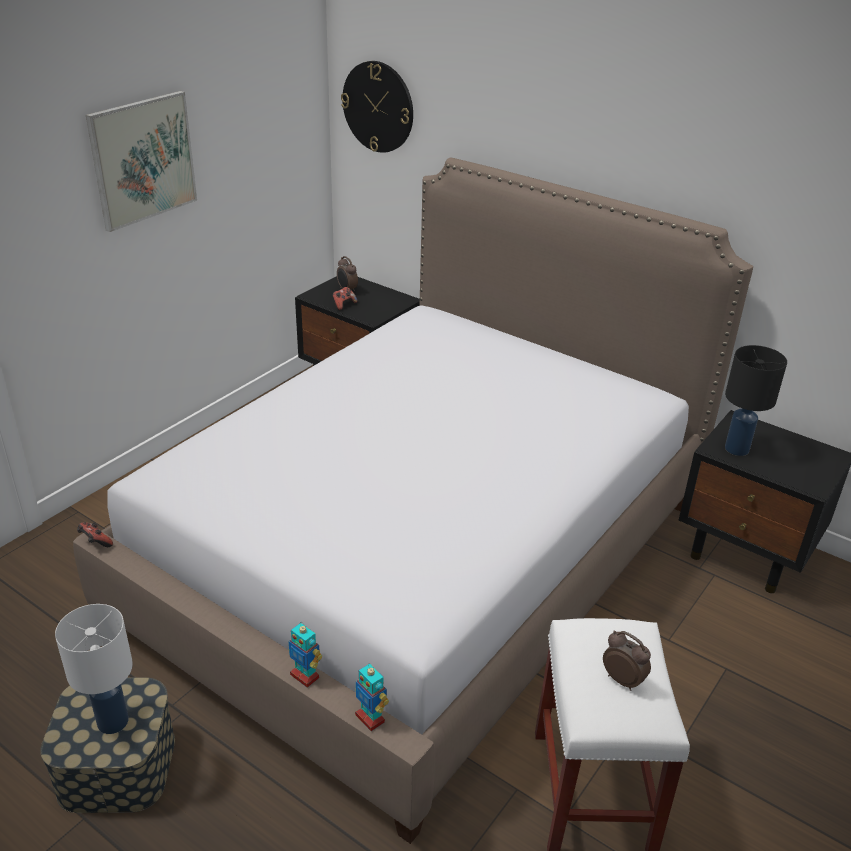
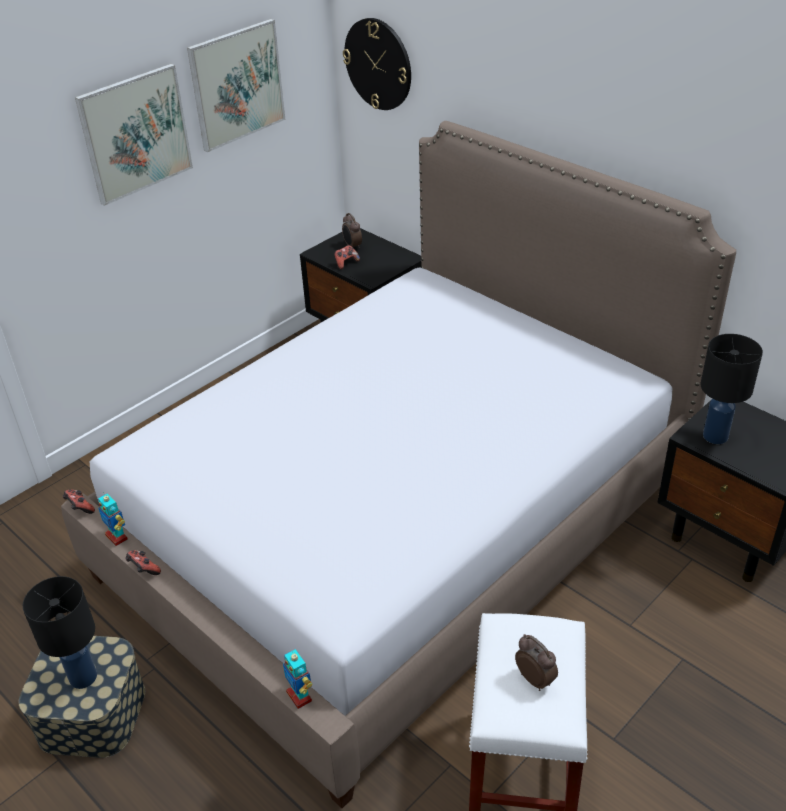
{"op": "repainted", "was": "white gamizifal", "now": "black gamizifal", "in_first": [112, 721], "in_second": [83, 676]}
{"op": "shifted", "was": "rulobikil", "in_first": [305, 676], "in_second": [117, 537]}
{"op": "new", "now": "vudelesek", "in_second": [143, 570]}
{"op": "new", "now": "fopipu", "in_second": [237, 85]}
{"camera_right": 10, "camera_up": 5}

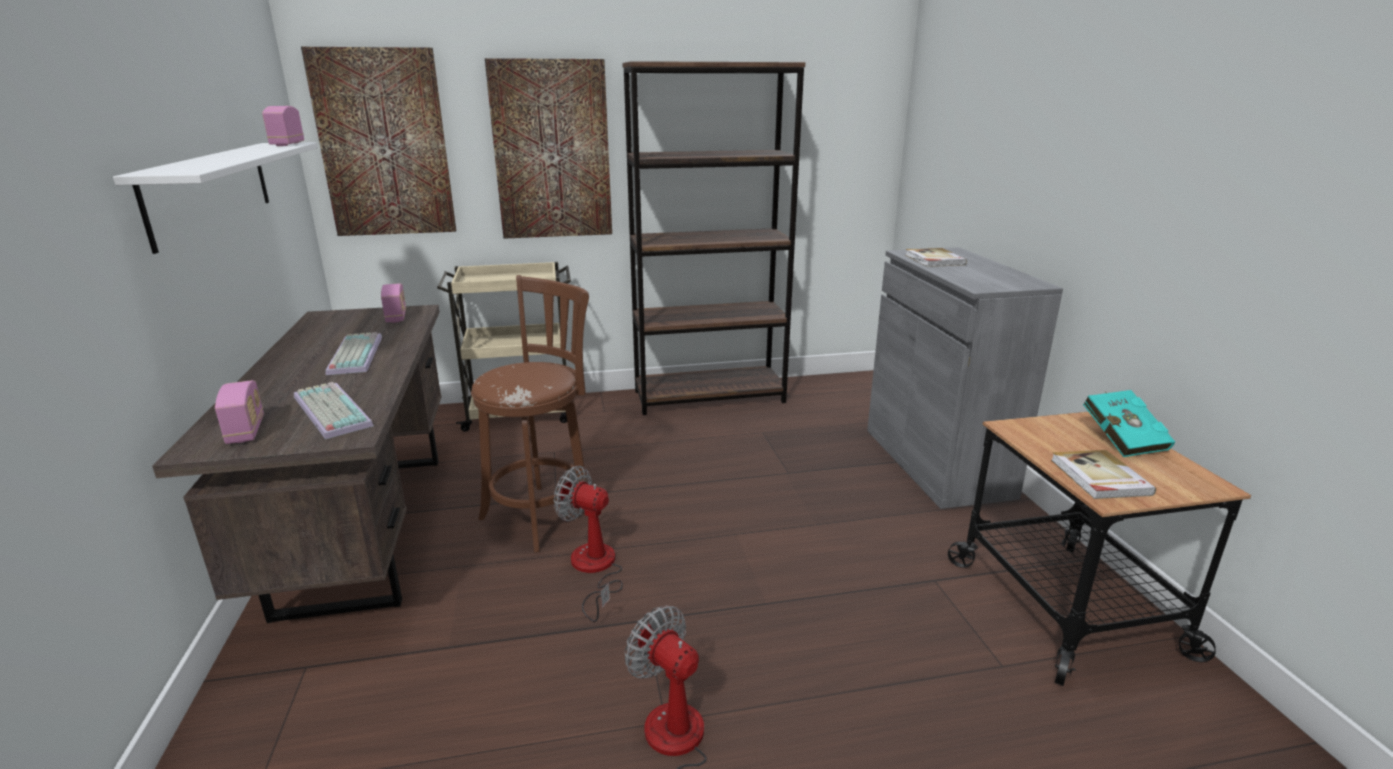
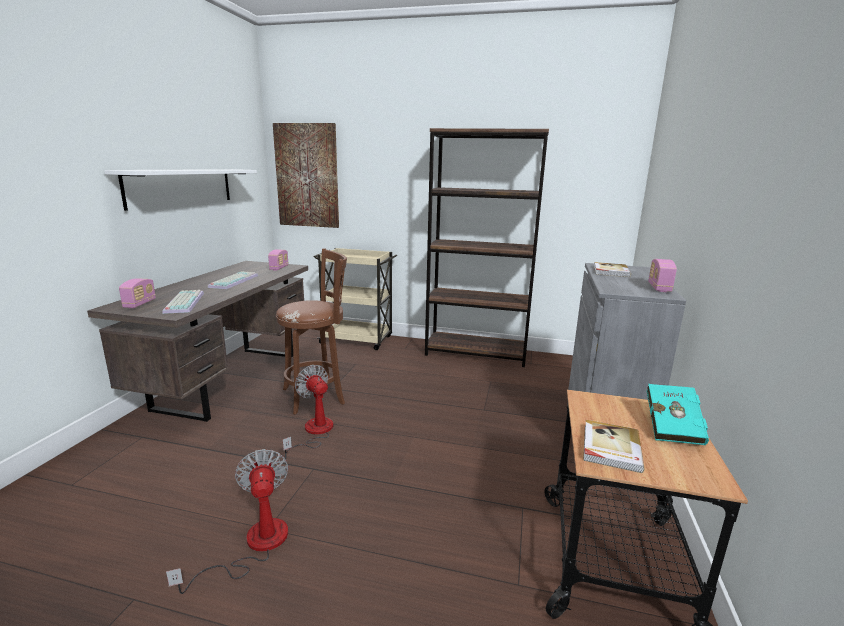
{"op": "shifted", "was": "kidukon", "in_first": [287, 144], "in_second": [659, 288]}
{"op": "gone", "was": "fopipu", "in_first": [552, 151]}
{"camera_right": 25, "camera_up": -5}

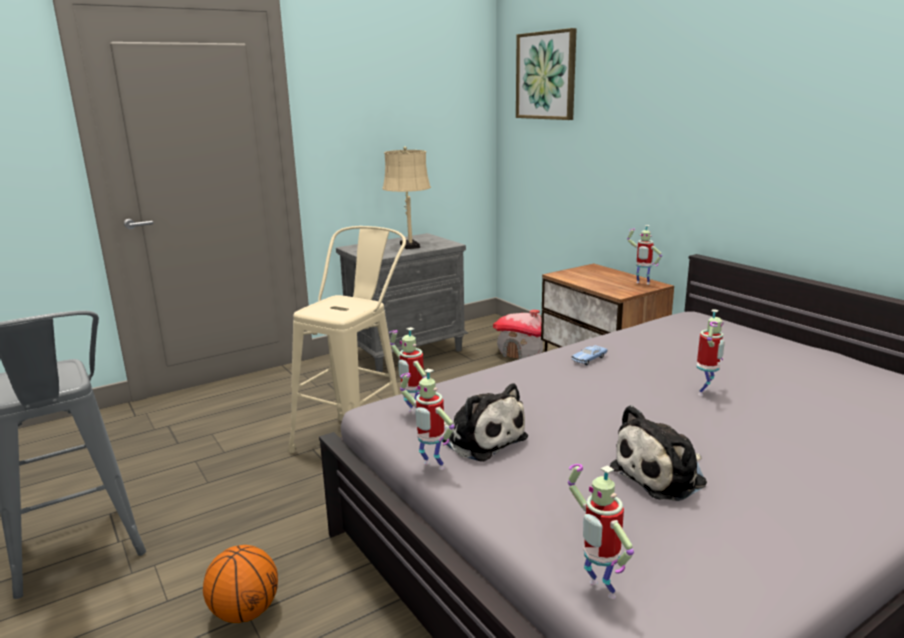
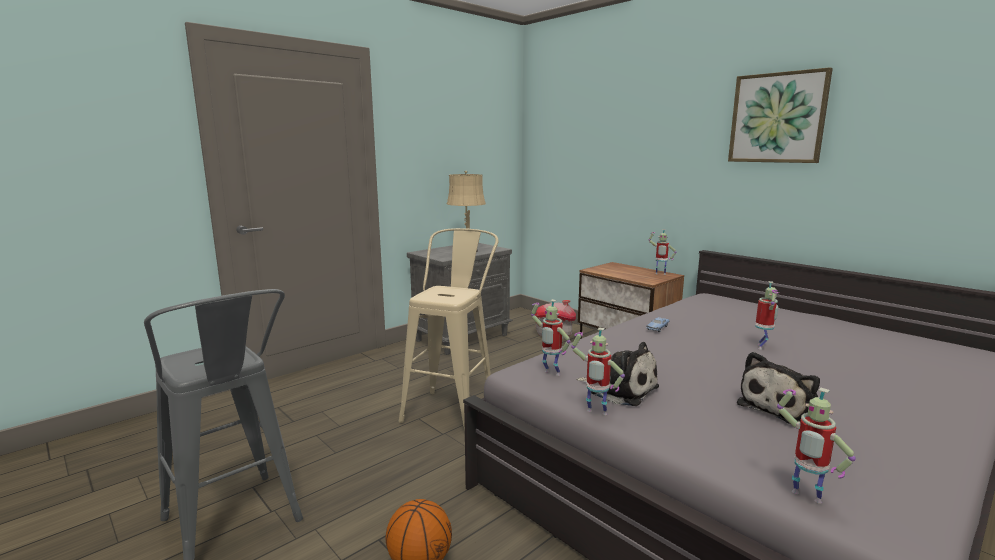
{"op": "shifted", "was": "fopipu", "in_first": [546, 75], "in_second": [777, 118]}
{"camera_right": -10, "camera_up": -5}

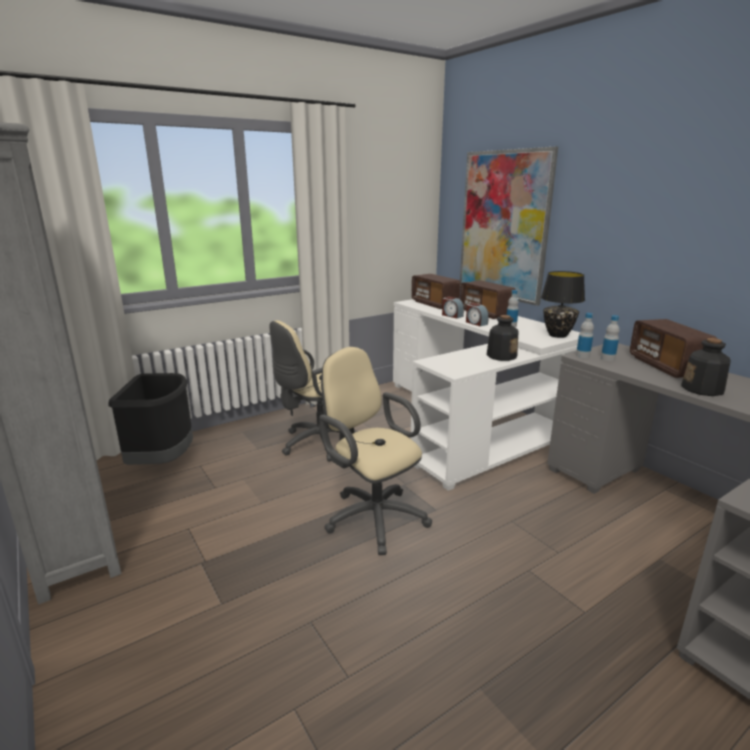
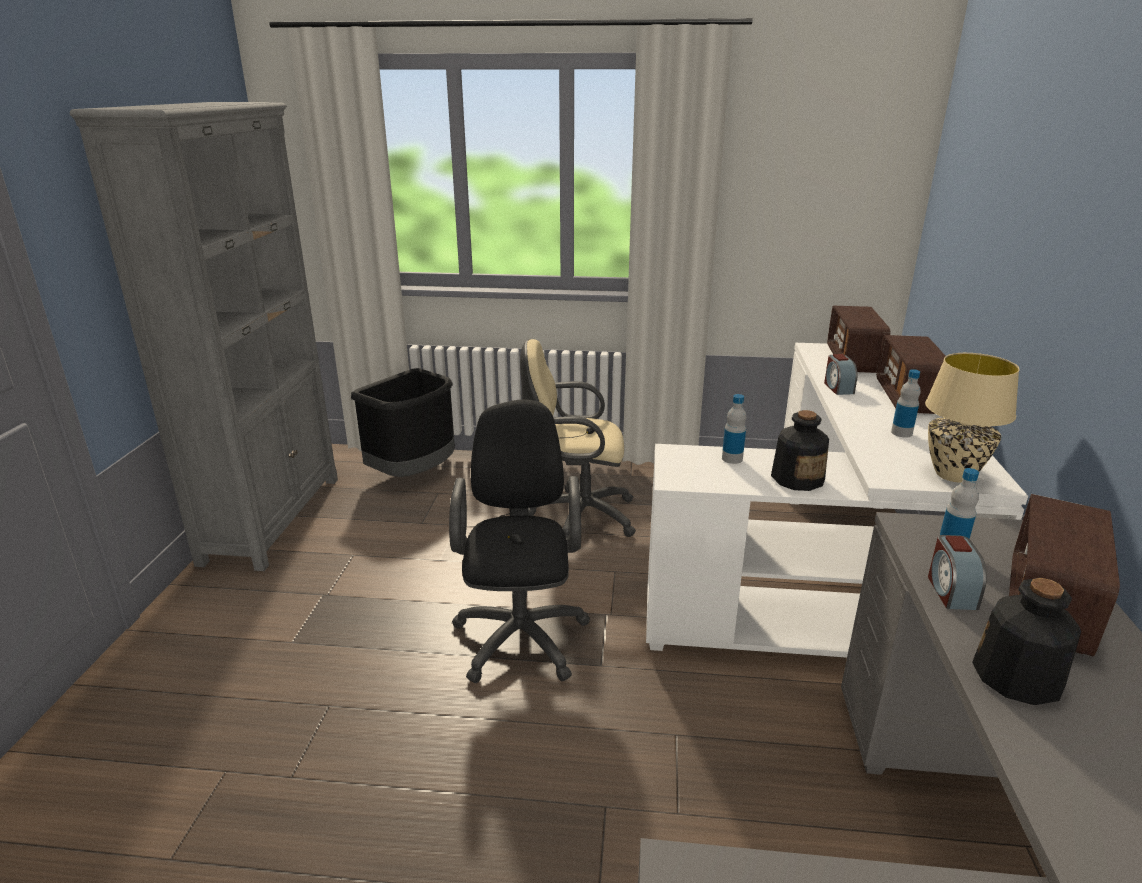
{"op": "repainted", "was": "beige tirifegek", "now": "black tirifegek", "in_first": [372, 516], "in_second": [521, 632]}
{"op": "gone", "was": "fopipu", "in_first": [503, 226]}
{"op": "shifted", "was": "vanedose", "in_first": [476, 323], "in_second": [950, 591]}
{"op": "repainted", "was": "black gamizifal", "now": "beige gamizifal", "in_first": [558, 335], "in_second": [954, 475]}
{"op": "shifted", "was": "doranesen", "in_first": [582, 356], "in_second": [732, 459]}
{"camera_right": 40, "camera_up": 5}

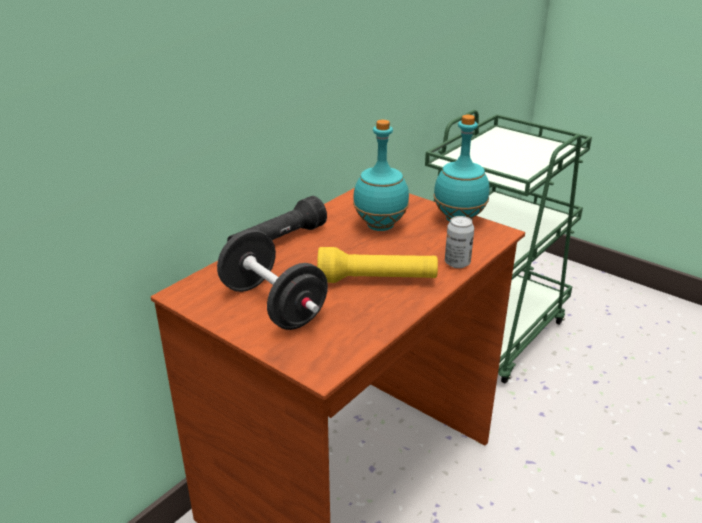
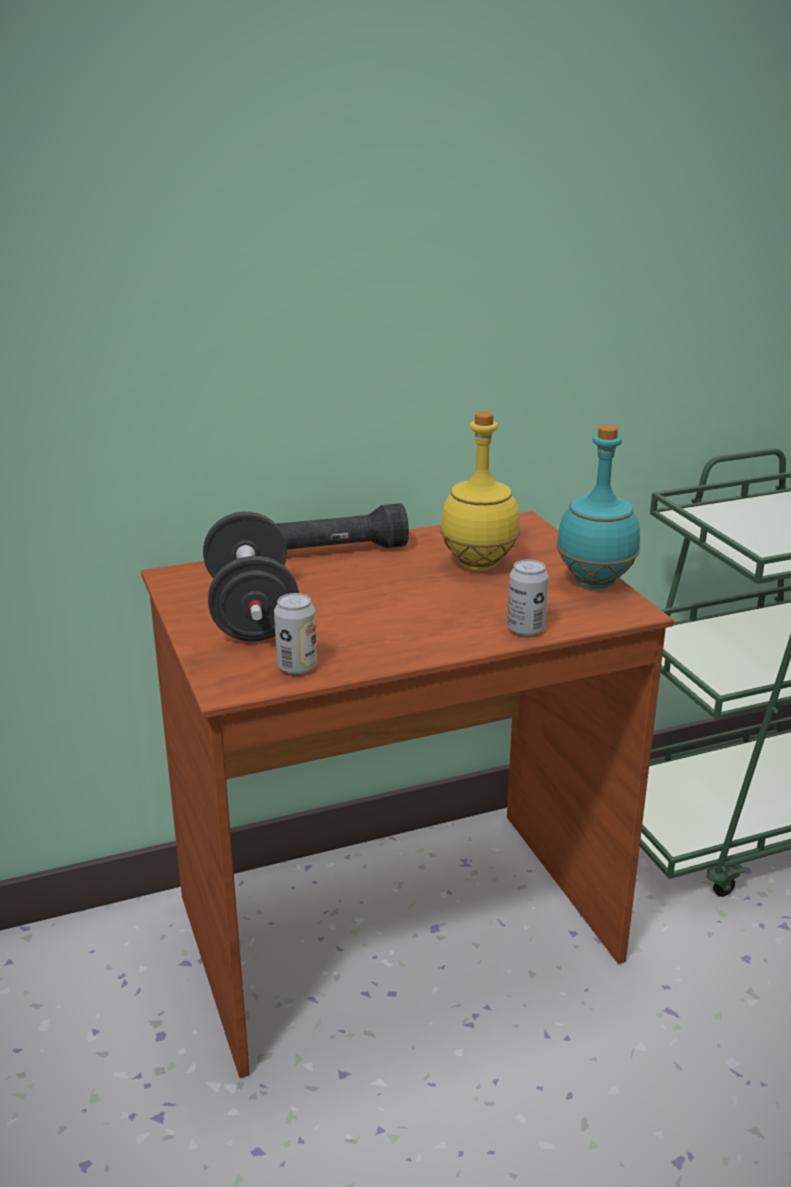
{"op": "gone", "was": "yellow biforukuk", "in_first": [377, 280]}
{"op": "repainted", "was": "turquoise doranesen", "now": "yellow doranesen", "in_first": [381, 226], "in_second": [479, 565]}
{"op": "new", "now": "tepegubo", "in_second": [297, 667]}
{"camera_right": 30, "camera_up": -5}

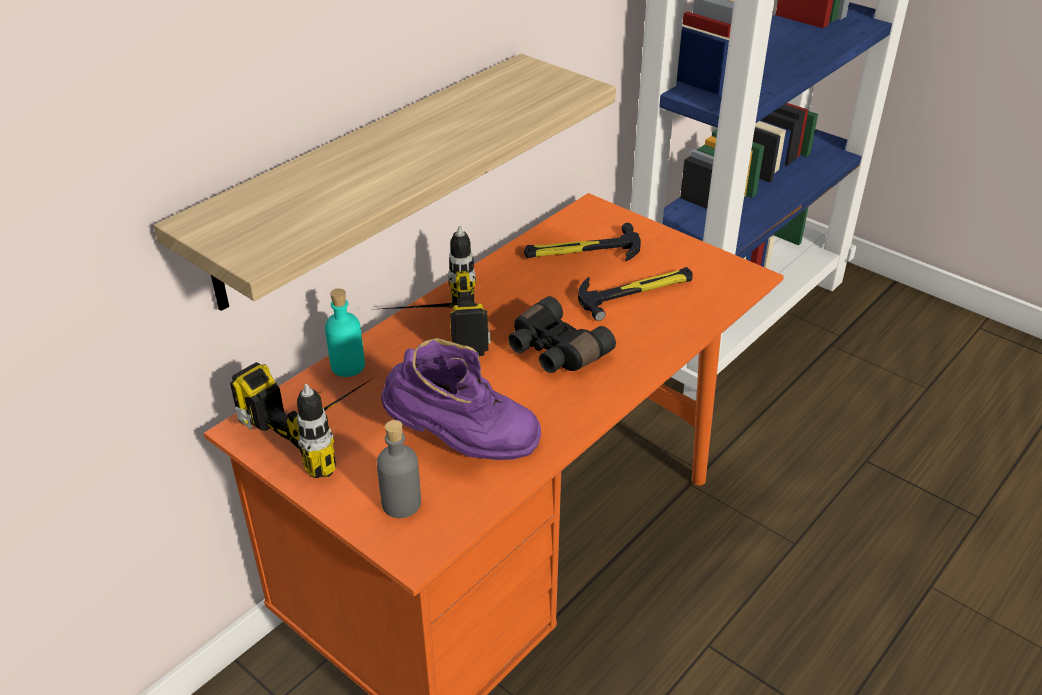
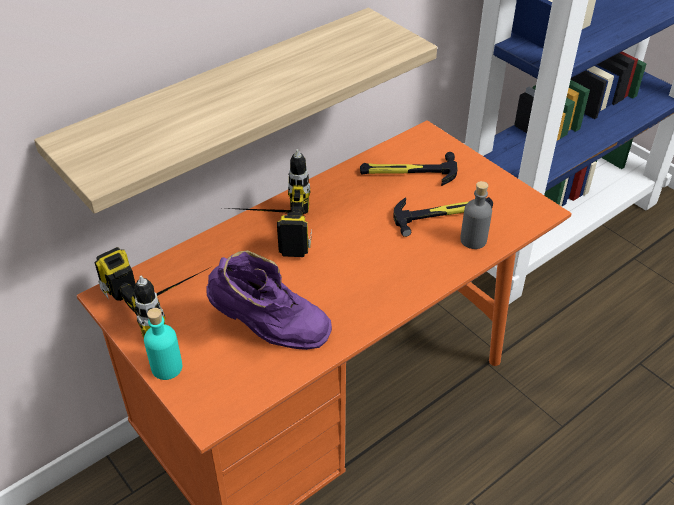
{"op": "shifted", "was": "turquoise doranesen", "in_first": [348, 366], "in_second": [167, 368]}
{"op": "shifted", "was": "grey doranesen", "in_first": [401, 503], "in_second": [473, 240]}
{"op": "gone", "was": "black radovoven", "in_first": [554, 351]}
{"camera_right": 10, "camera_up": 5}

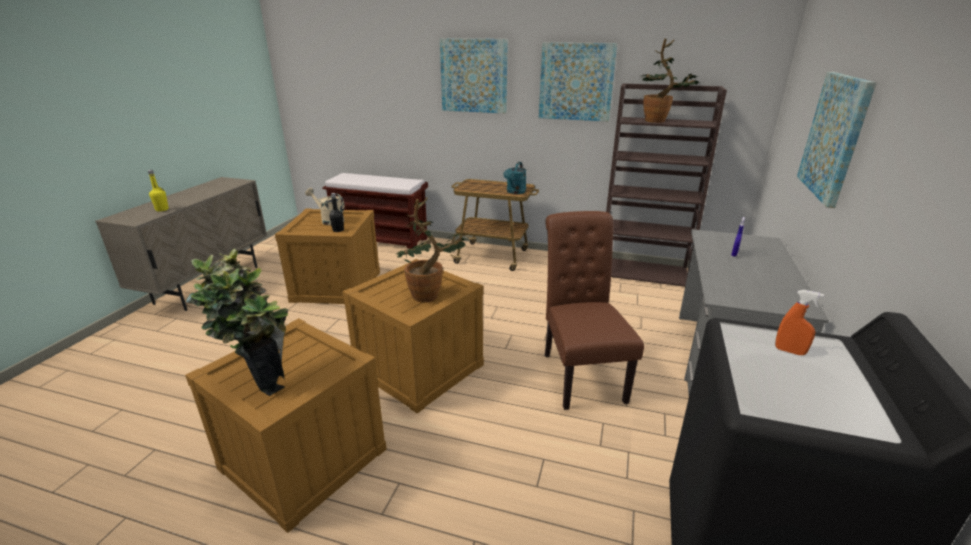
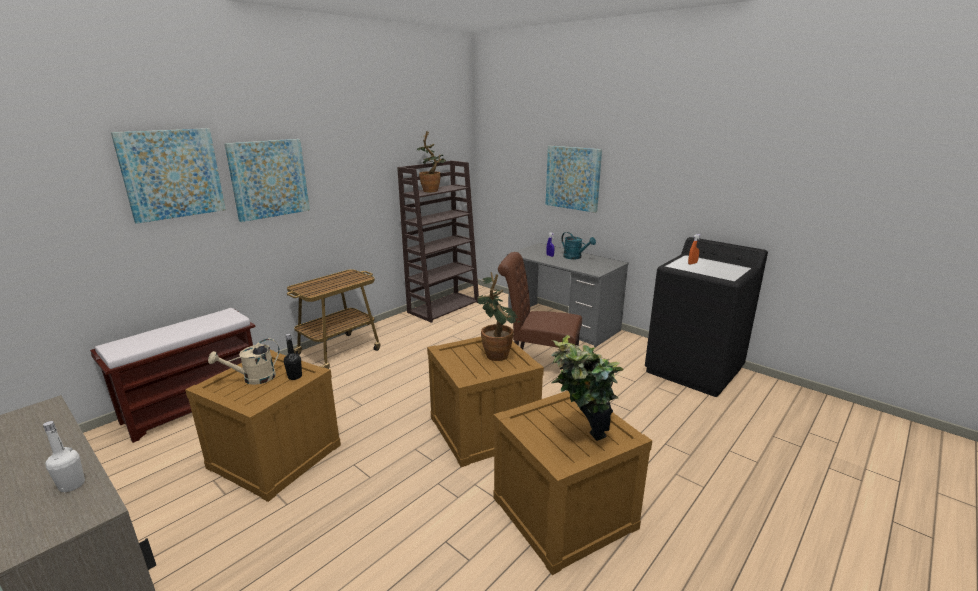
{"op": "repainted", "was": "yellow doranesen", "now": "white doranesen", "in_first": [162, 209], "in_second": [72, 485]}
{"op": "shifted", "was": "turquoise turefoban", "in_first": [515, 192], "in_second": [575, 257]}
{"op": "shifted", "was": "fopipu", "in_first": [576, 82], "in_second": [172, 174]}
{"camera_right": -65, "camera_up": -5}

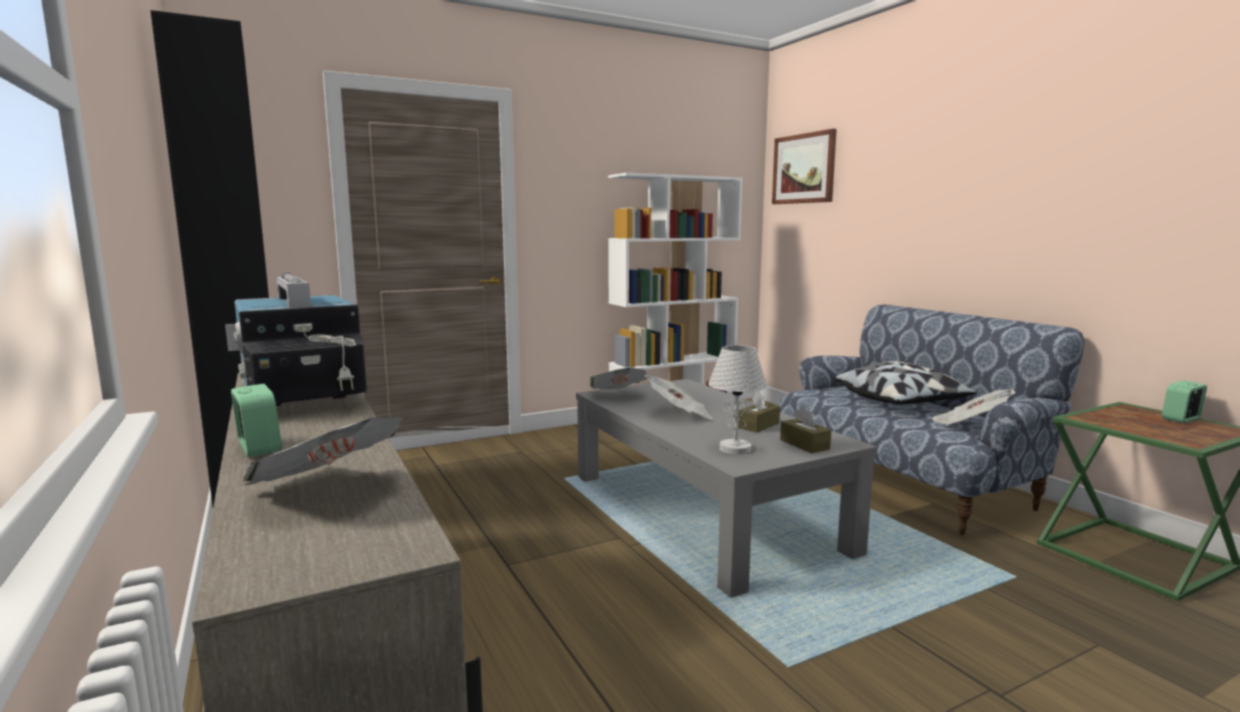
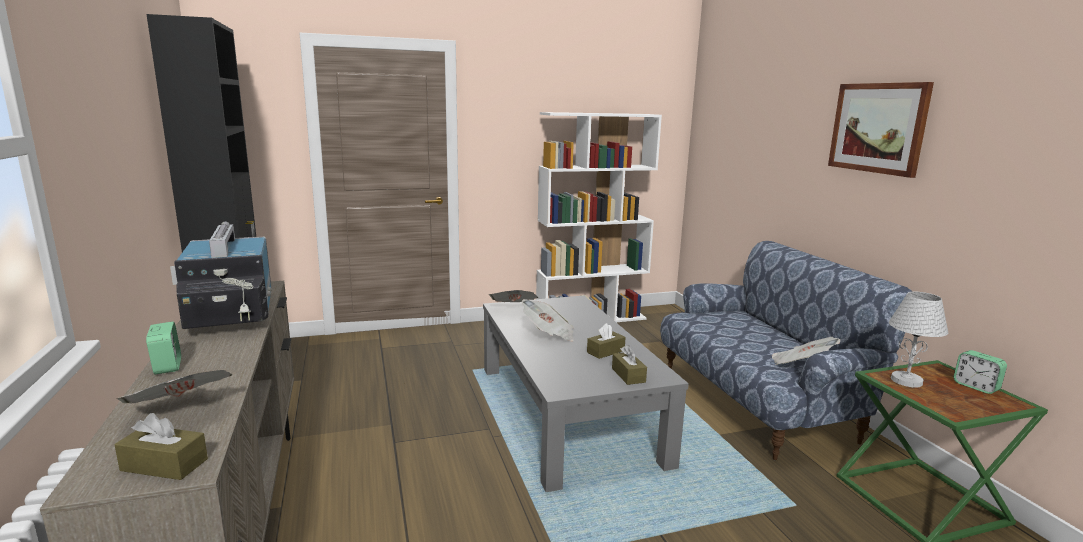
{"op": "shifted", "was": "white gamizifal", "in_first": [735, 449], "in_second": [907, 381]}
{"op": "shifted", "was": "fopipu", "in_first": [804, 169], "in_second": [878, 128]}
{"op": "gone", "was": "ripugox", "in_first": [902, 403]}
{"op": "rotated", "was": "vanedose", "in_first": [1181, 419], "in_second": [976, 386], "clockwise": -105}
{"op": "new", "now": "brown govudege", "in_second": [164, 465]}
{"camera_right": 10, "camera_up": 5}

